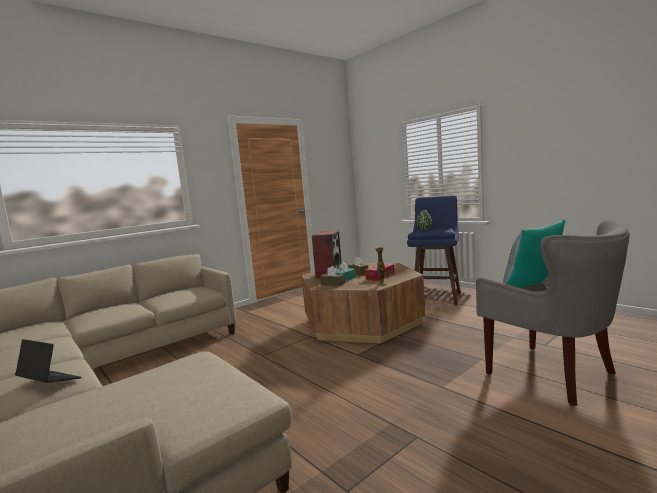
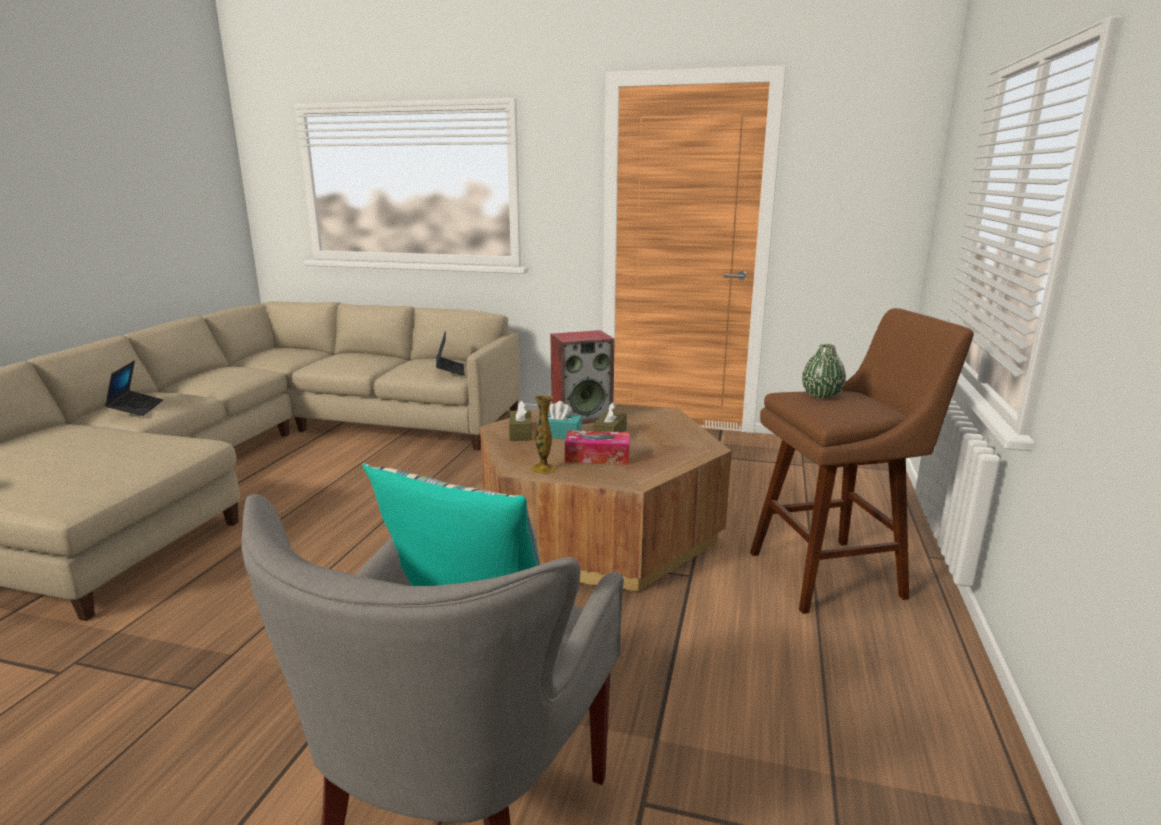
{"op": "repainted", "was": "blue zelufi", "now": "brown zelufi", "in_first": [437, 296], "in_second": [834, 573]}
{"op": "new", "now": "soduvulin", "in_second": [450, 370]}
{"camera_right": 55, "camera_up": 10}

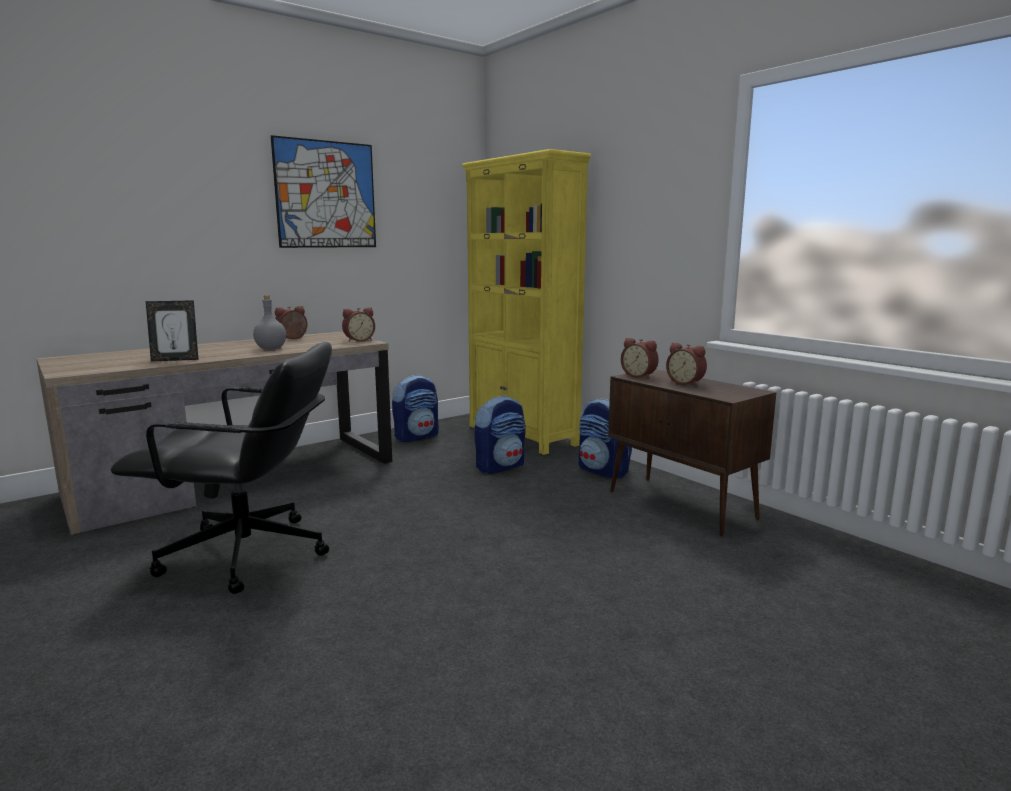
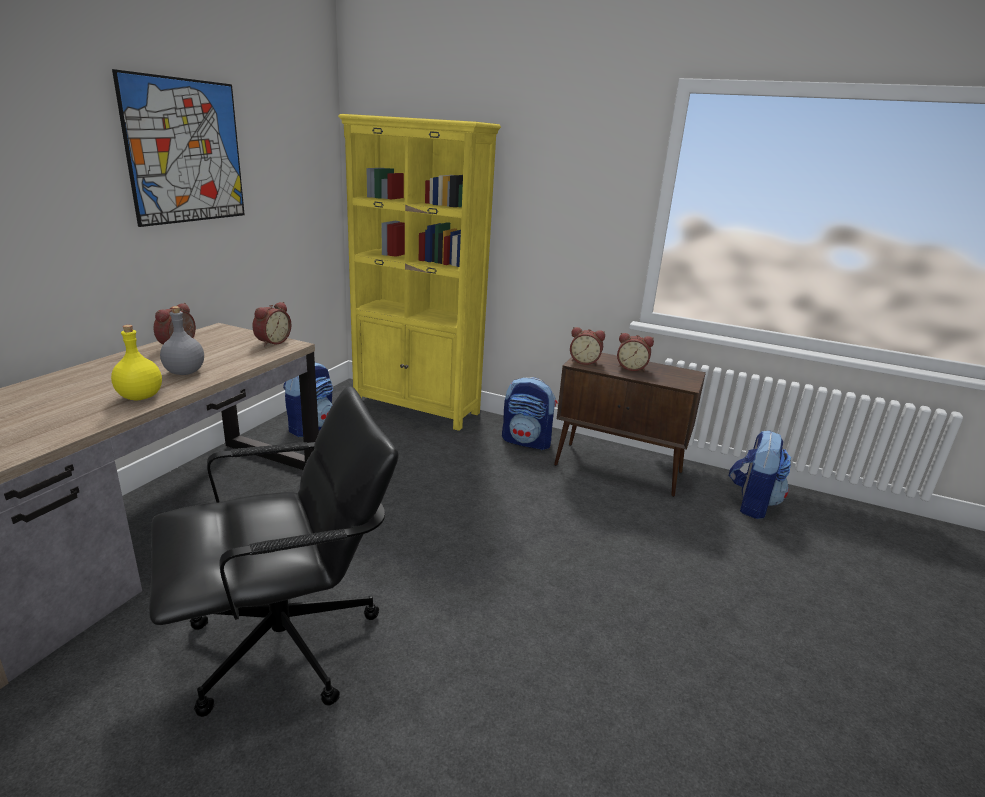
{"op": "gone", "was": "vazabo", "in_first": [175, 360]}
{"op": "shifted", "was": "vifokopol", "in_first": [500, 466], "in_second": [751, 504]}
{"op": "new", "now": "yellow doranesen", "in_second": [140, 397]}
{"camera_right": -30, "camera_up": 10}

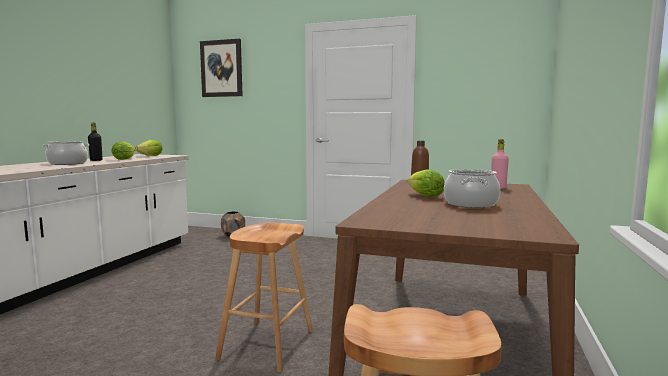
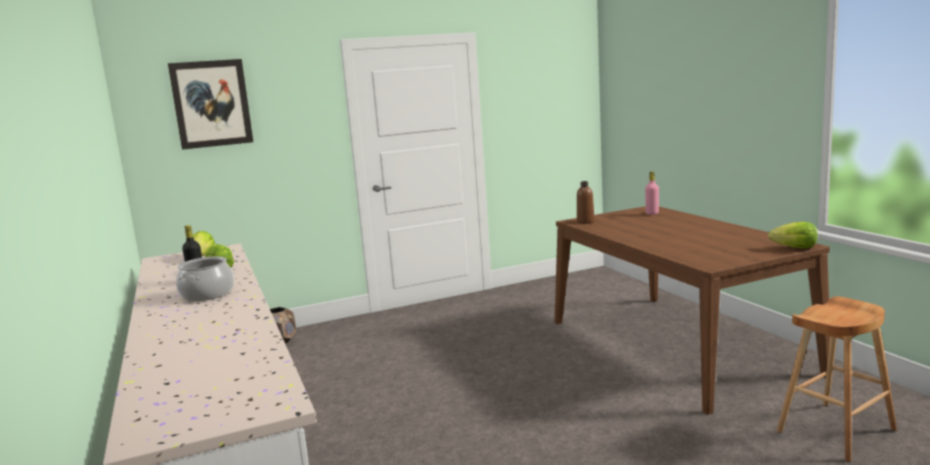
{"op": "gone", "was": "brown zelufi", "in_first": [267, 345]}
{"op": "shifted", "was": "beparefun", "in_first": [425, 196], "in_second": [795, 248]}
{"op": "gone", "was": "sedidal", "in_first": [470, 204]}
{"camera_right": -40, "camera_up": 5}

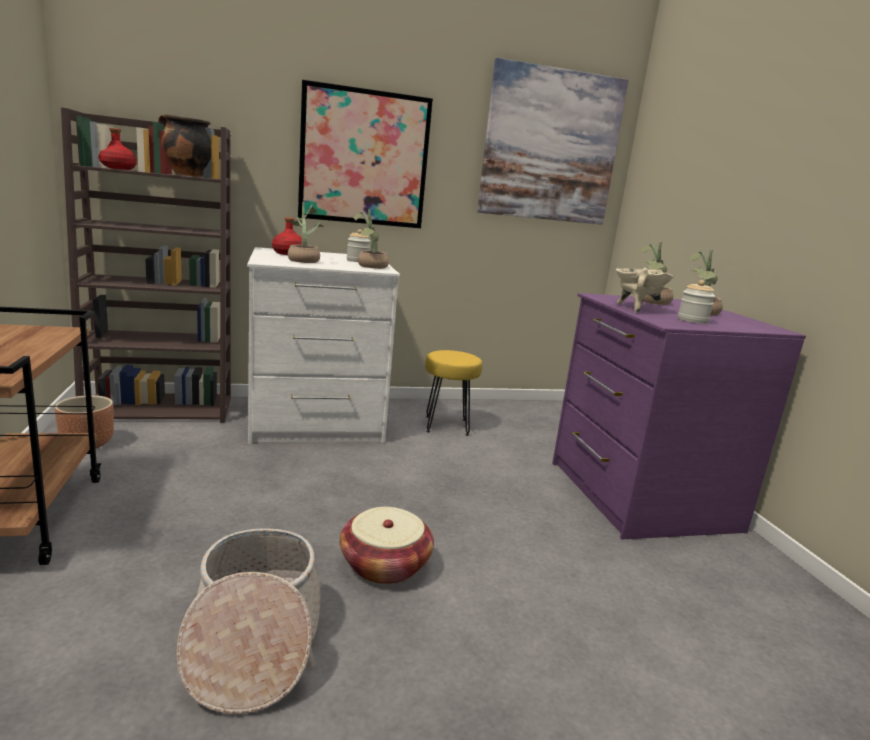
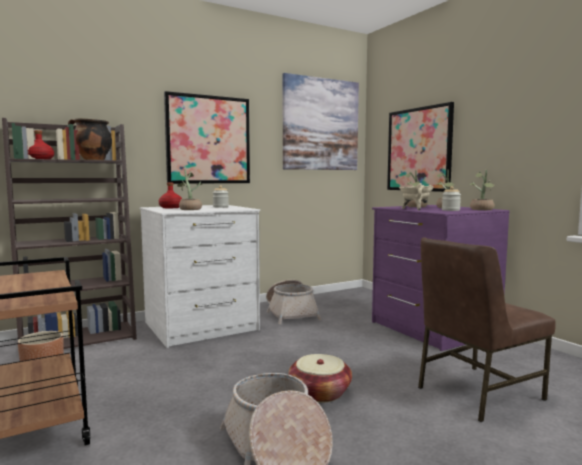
{"op": "shifted", "was": "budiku", "in_first": [370, 266], "in_second": [482, 209]}
{"op": "swapped", "was": "yellow zelufi", "now": "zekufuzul", "in_first": [447, 425], "in_second": [291, 314]}
{"op": "new", "now": "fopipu", "in_second": [419, 149]}
{"op": "new", "now": "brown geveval", "in_second": [477, 393]}
{"camera_right": -15, "camera_up": -10}

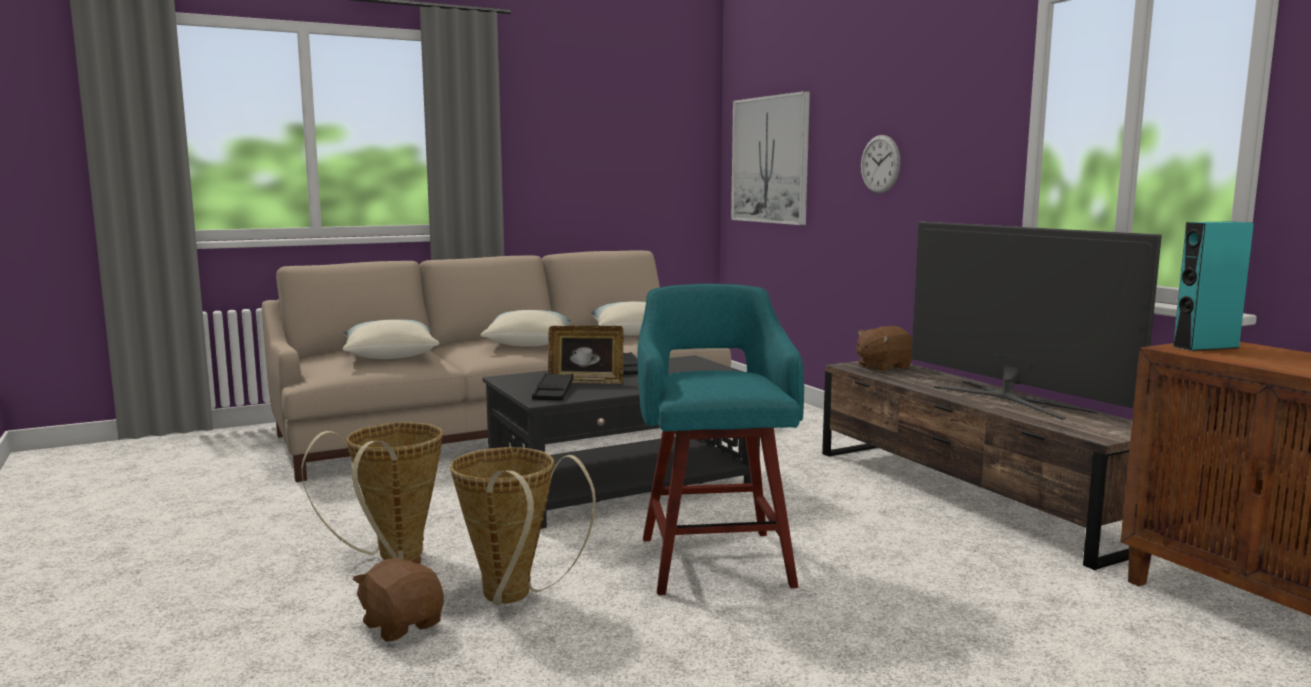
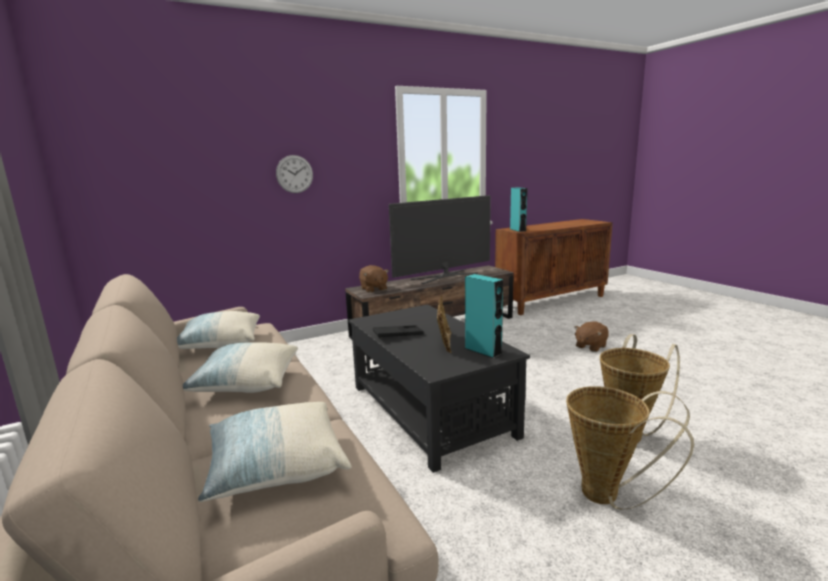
{"op": "shifted", "was": "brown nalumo", "in_first": [403, 625], "in_second": [590, 346]}
{"op": "swapped", "was": "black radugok", "now": "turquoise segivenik", "in_first": [553, 392], "in_second": [483, 351]}
{"op": "gone", "was": "turquoise zelufi", "in_first": [715, 559]}
{"op": "gone", "was": "fopipu", "in_first": [770, 160]}
{"camera_right": -90, "camera_up": 5}

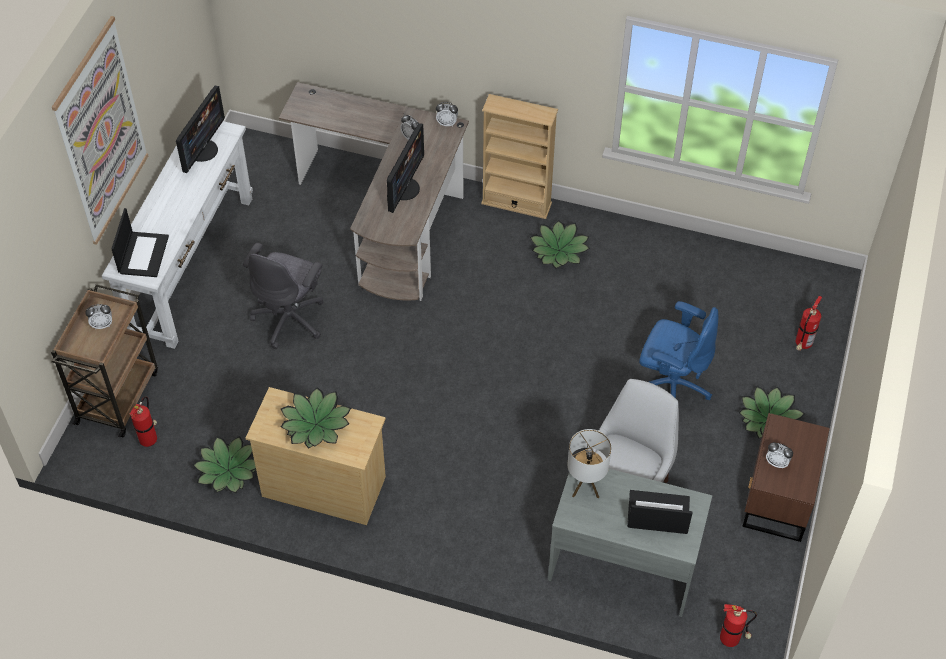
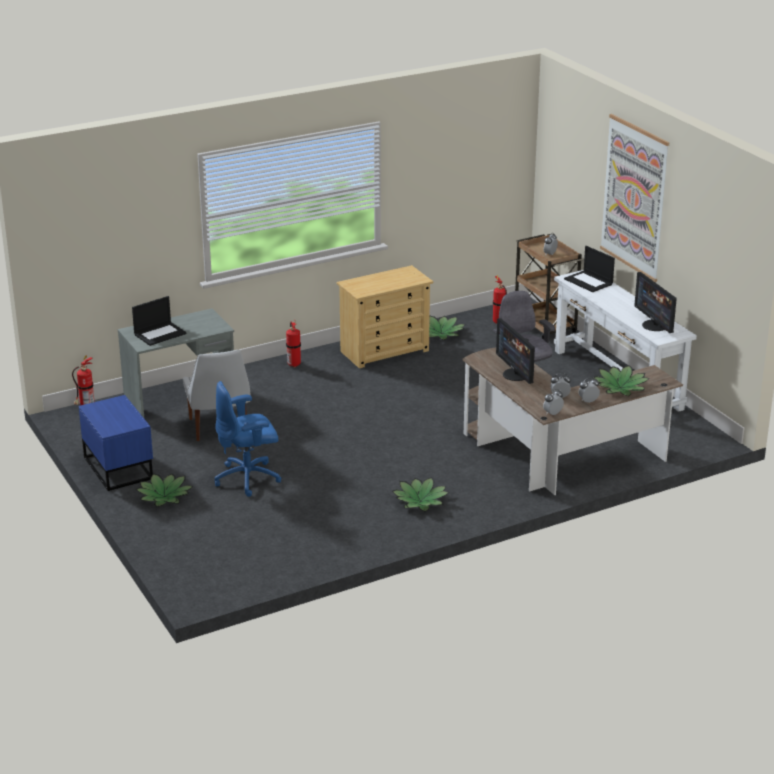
{"op": "shifted", "was": "budiku", "in_first": [316, 424], "in_second": [620, 387]}
{"op": "gone", "was": "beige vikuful", "in_first": [516, 203]}
{"op": "gone", "was": "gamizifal", "in_first": [585, 486]}
{"op": "repainted", "was": "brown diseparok", "now": "blue diseparok", "in_first": [777, 497], "in_second": [119, 467]}
{"op": "shifted", "was": "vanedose", "in_first": [776, 462], "in_second": [588, 401]}
{"op": "shifted", "was": "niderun", "in_first": [802, 345], "in_second": [293, 364]}
{"camera_right": 135, "camera_up": -25}

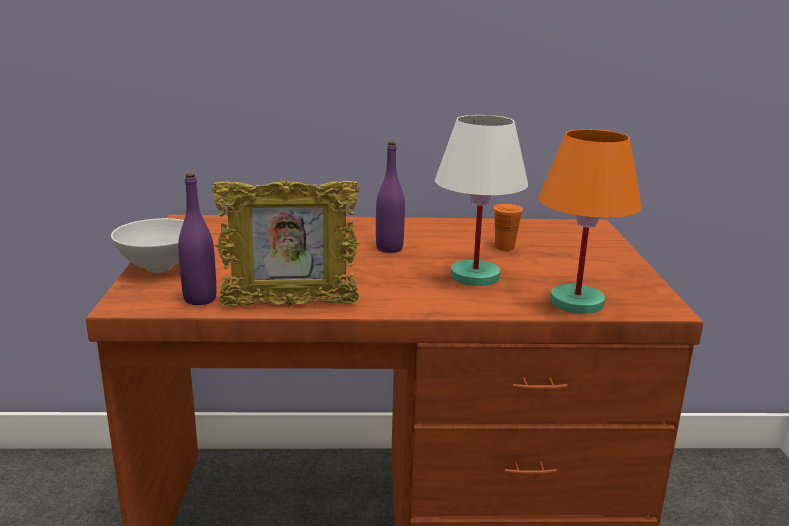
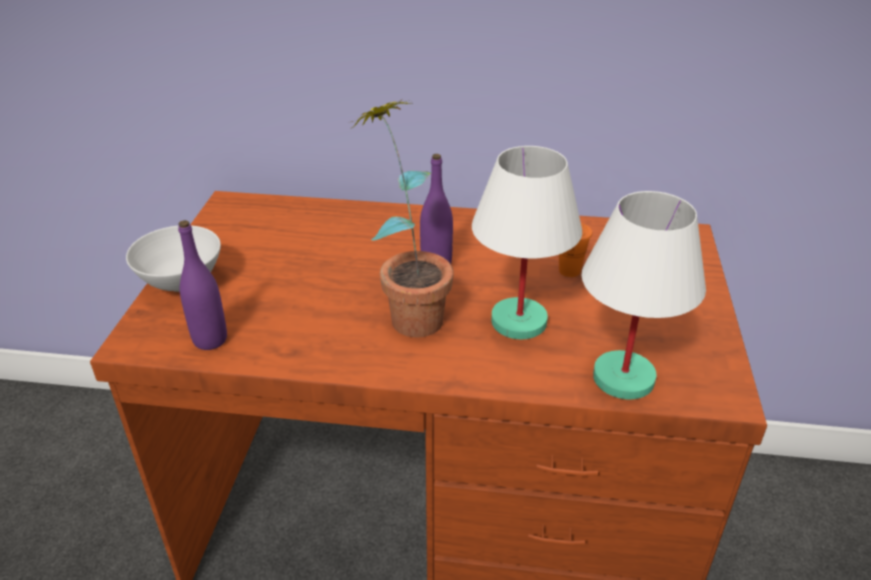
{"op": "gone", "was": "vazabo", "in_first": [290, 305]}
{"op": "repainted", "was": "orange gamizifal", "now": "white gamizifal", "in_first": [575, 302], "in_second": [622, 377]}
{"op": "new", "now": "budiku", "in_second": [408, 311]}
{"camera_right": 10, "camera_up": 15}

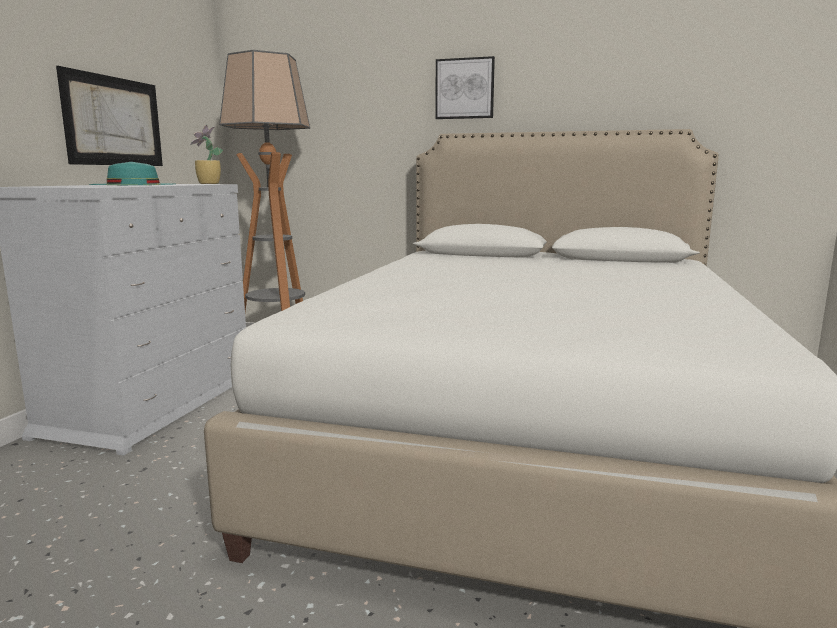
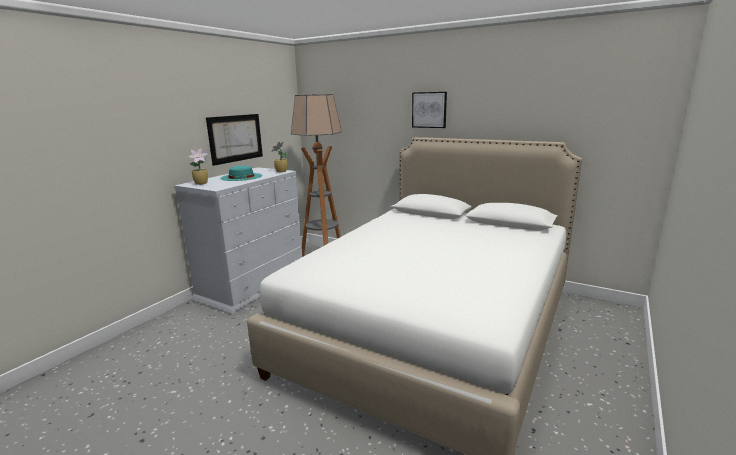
{"op": "new", "now": "budiku", "in_second": [202, 183]}
{"camera_right": 15, "camera_up": 5}

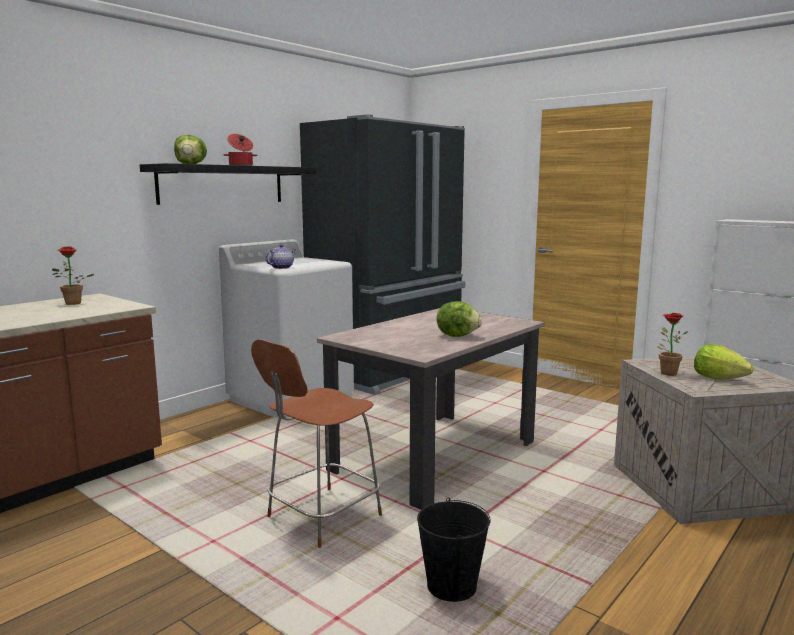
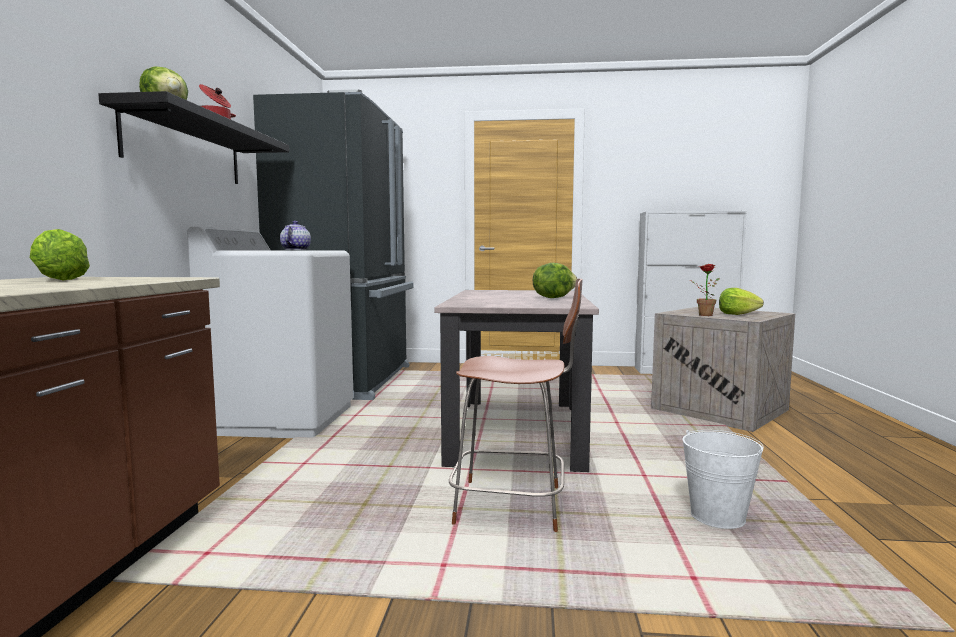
{"op": "swapped", "was": "budiku", "now": "beparefun", "in_first": [72, 304], "in_second": [59, 279]}
{"op": "rotated", "was": "brown geveval", "in_first": [321, 518], "in_second": [514, 506], "clockwise": -90}
{"op": "repainted", "was": "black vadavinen", "now": "white vadavinen", "in_first": [451, 587], "in_second": [717, 518]}
{"camera_right": -35, "camera_up": -5}

